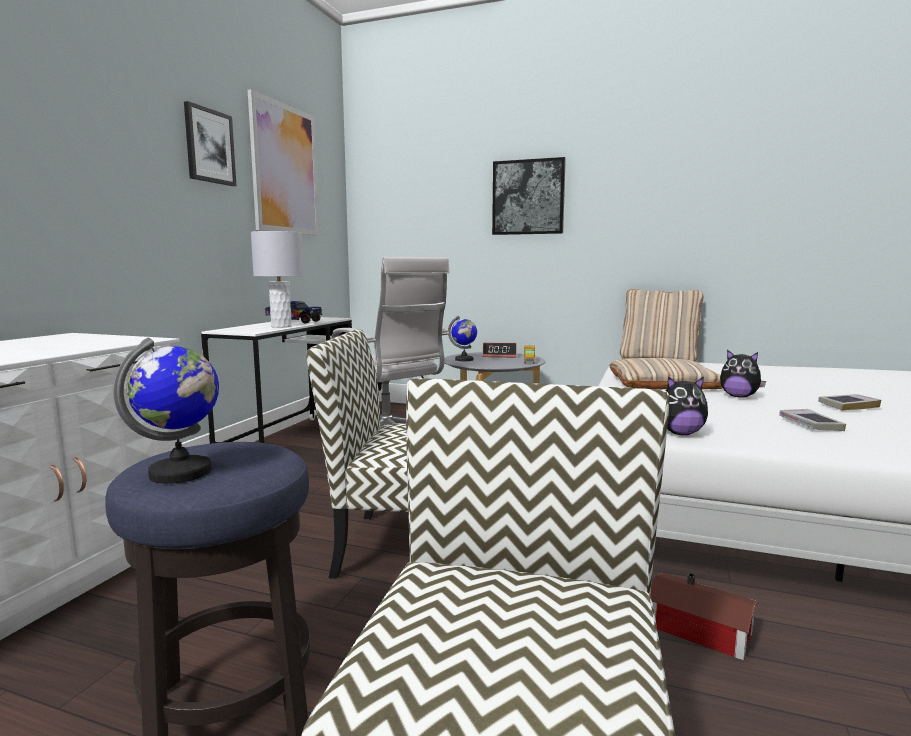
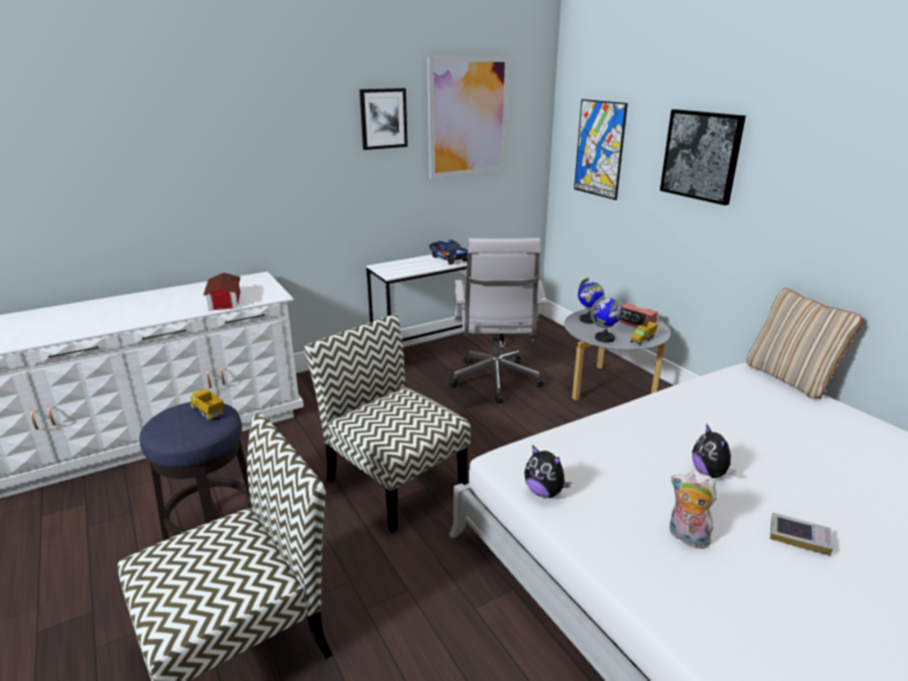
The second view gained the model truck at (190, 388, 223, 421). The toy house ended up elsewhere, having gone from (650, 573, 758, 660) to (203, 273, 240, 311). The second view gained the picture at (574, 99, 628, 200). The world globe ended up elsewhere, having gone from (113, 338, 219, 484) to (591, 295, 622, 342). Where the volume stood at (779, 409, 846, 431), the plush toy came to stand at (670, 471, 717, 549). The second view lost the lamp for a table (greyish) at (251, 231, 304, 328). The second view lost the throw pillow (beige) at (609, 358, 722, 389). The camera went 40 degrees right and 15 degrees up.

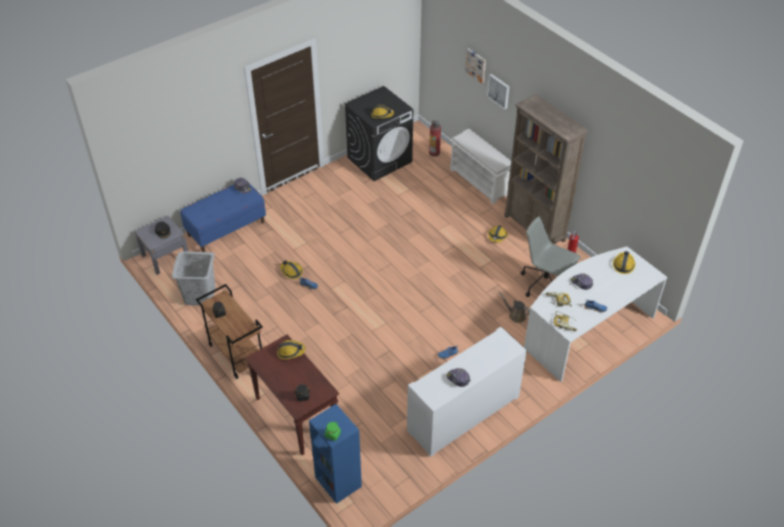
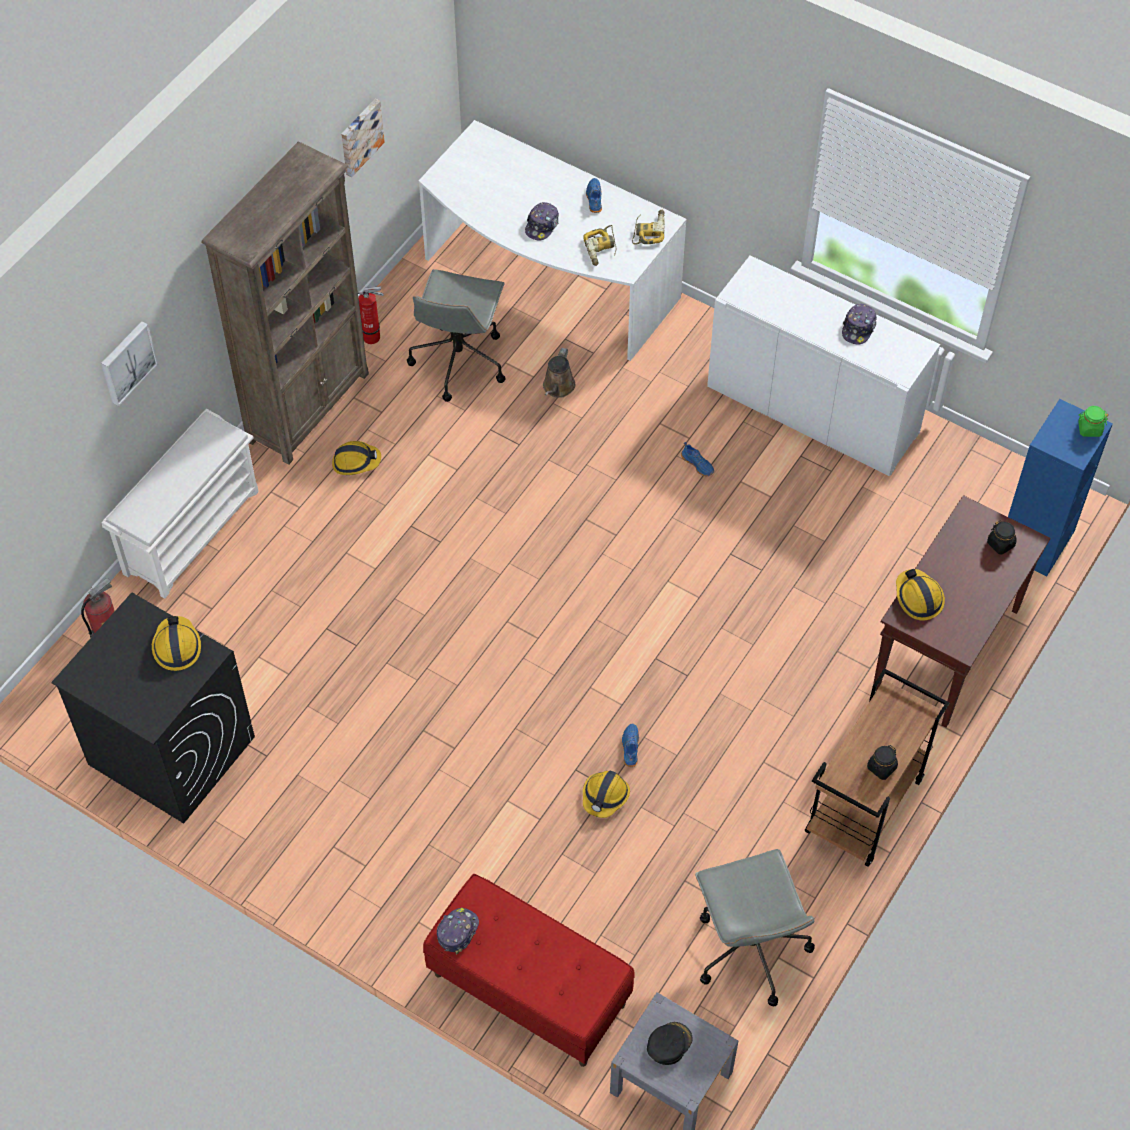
The picture ended up elsewhere, having gone from (465, 48, 486, 83) to (341, 99, 385, 177). What was the bench (bluish) at (180, 183, 266, 252) turned into the bench (red-coloured) at (423, 874, 635, 1067). Where the hamper (greyish) stood at (172, 251, 216, 305), the office chair (greyish) came to stand at (695, 849, 815, 1007). The second view lost the safety helmet at (613, 251, 635, 274). The camera went 110 degrees left and 10 degrees up.

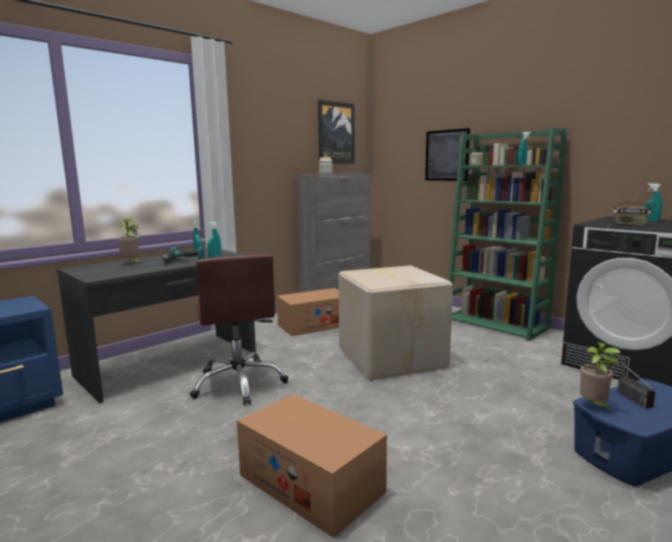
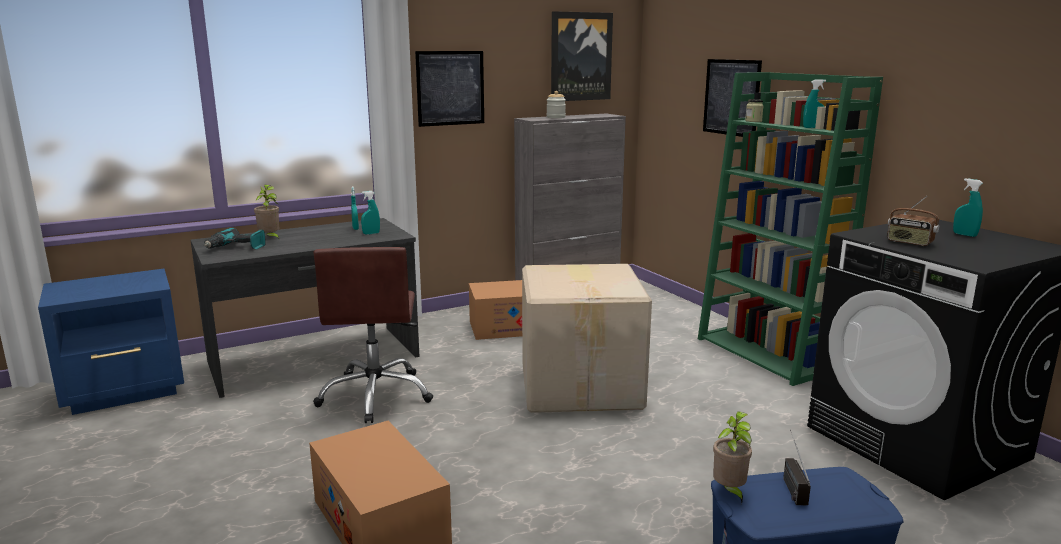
The electric drill ended up elsewhere, having gone from (162, 246, 205, 261) to (204, 228, 266, 249). The second view gained the picture at (415, 51, 484, 127). The camera went 15 degrees right and 5 degrees up.

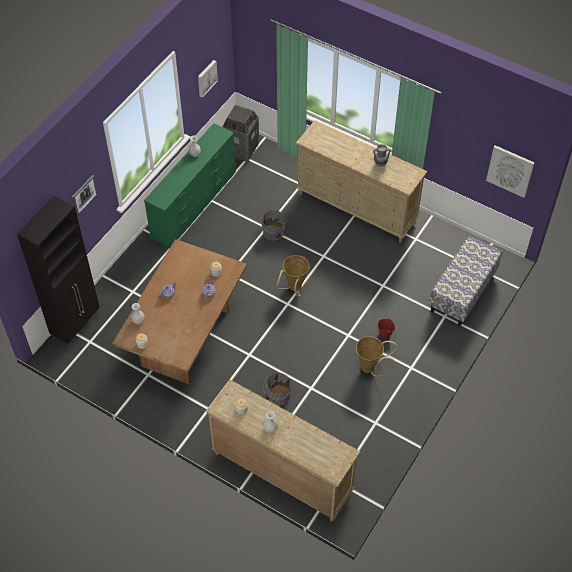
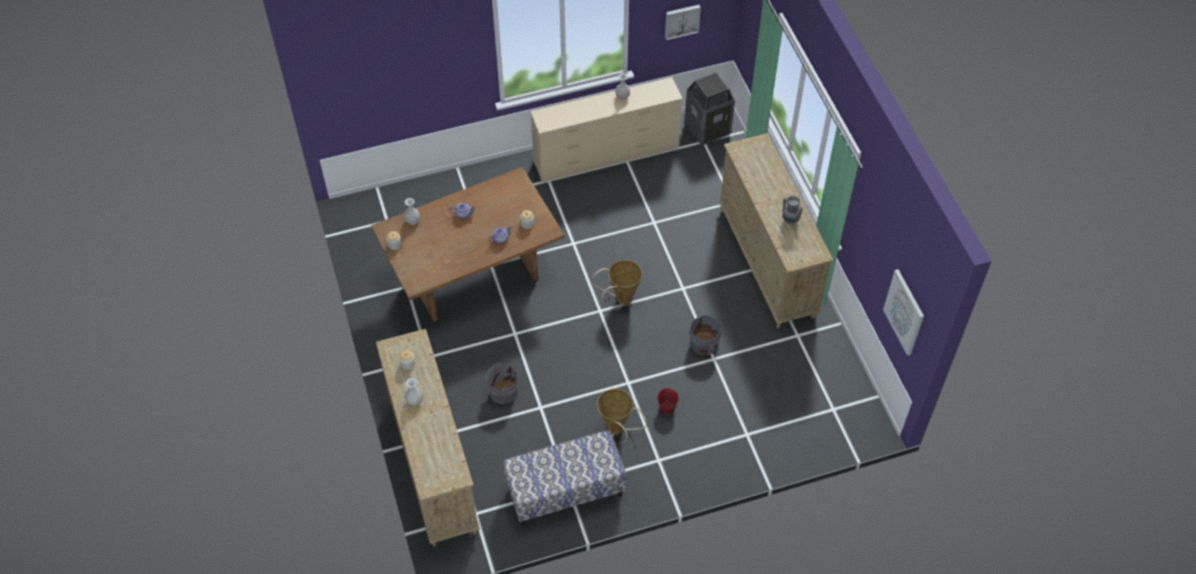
The bench ended up elsewhere, having gone from (429, 236, 502, 327) to (503, 430, 626, 526). What was the drawer chest (green-coloured) at (144, 123, 236, 248) turned into the drawer chest (beige) at (530, 77, 683, 182). The pail (greyish) ended up elsewhere, having gone from (262, 210, 286, 241) to (689, 315, 724, 356). The second view lost the storage cabinet (black) at (17, 196, 100, 348). The second view lost the picture at (72, 175, 98, 216). The camera went 40 degrees right and 0 degrees up.

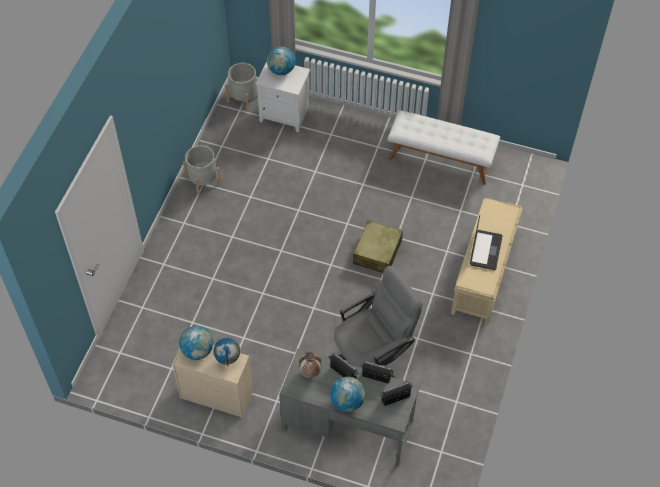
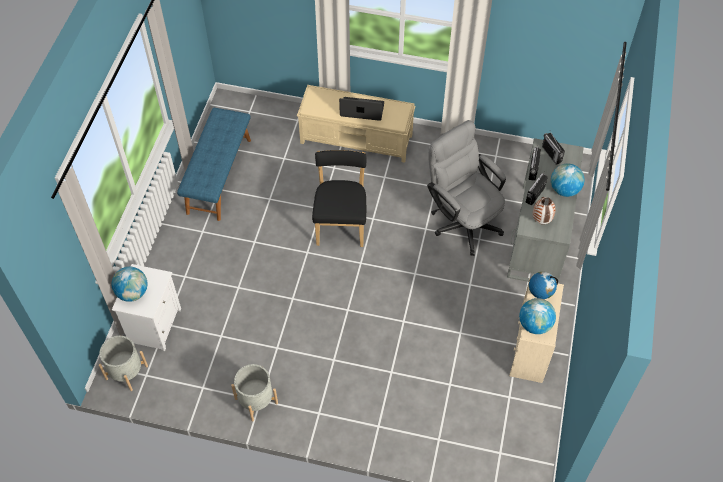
What was the bench (white-coloured) at (388, 110, 500, 185) turned into the bench (bluish) at (177, 108, 251, 221). Where the suitcase (beige) stood at (353, 220, 403, 273), the plain chair (black) came to stand at (312, 150, 367, 247). The camera went 95 degrees left and 0 degrees up.

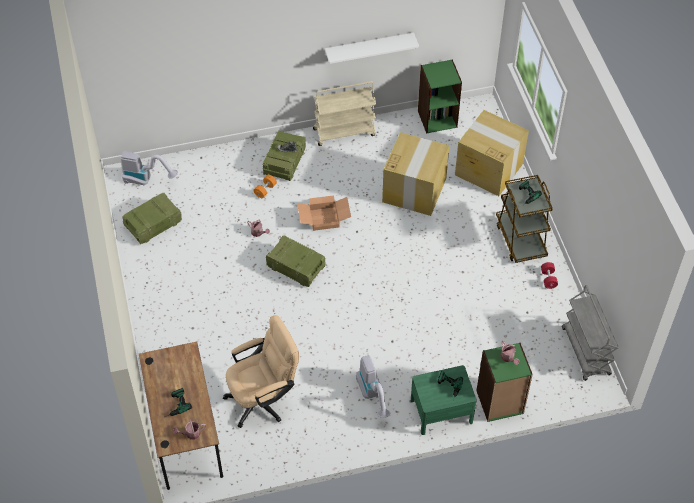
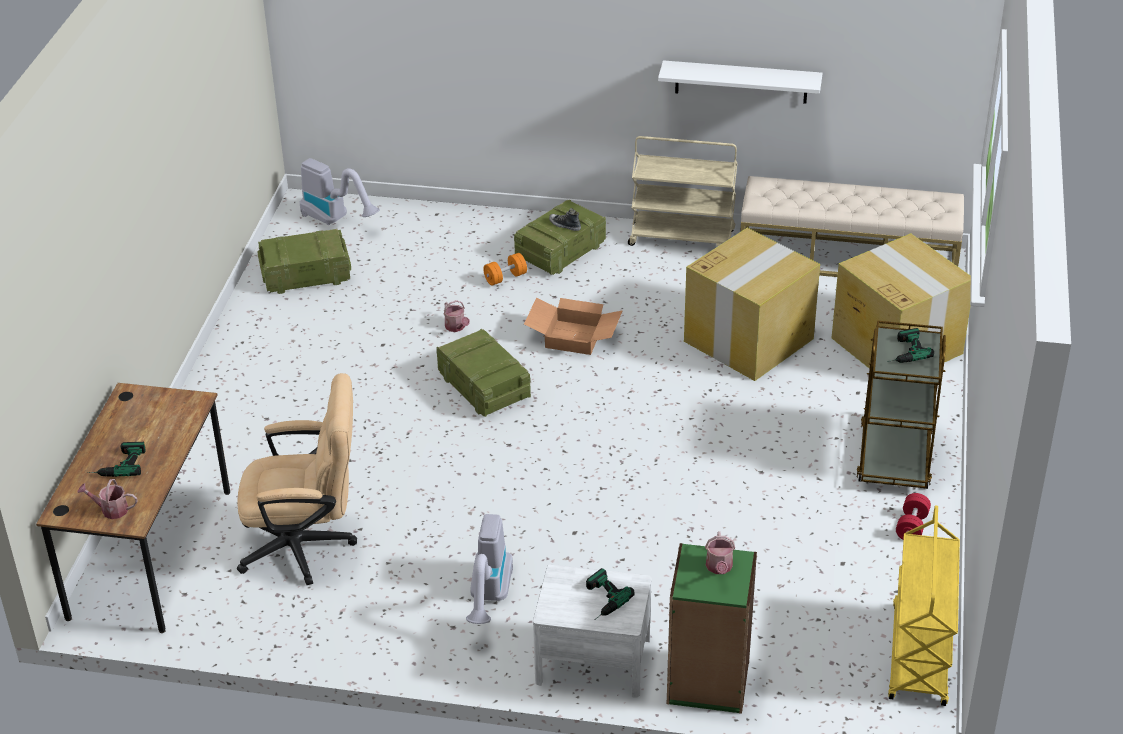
What was the bedside table (green-coloured) at (411, 365, 477, 435) turned into the bedside table (white-coloured) at (533, 564, 651, 698). Where the bookcase (green-coloured) stood at (418, 59, 462, 134), the bench (beige) came to stand at (740, 176, 964, 277). What was the wheeled cart (greyish) at (562, 285, 619, 381) turned into the wheeled cart (yellow-coloured) at (888, 505, 960, 706). The camera went 25 degrees right and 15 degrees down.

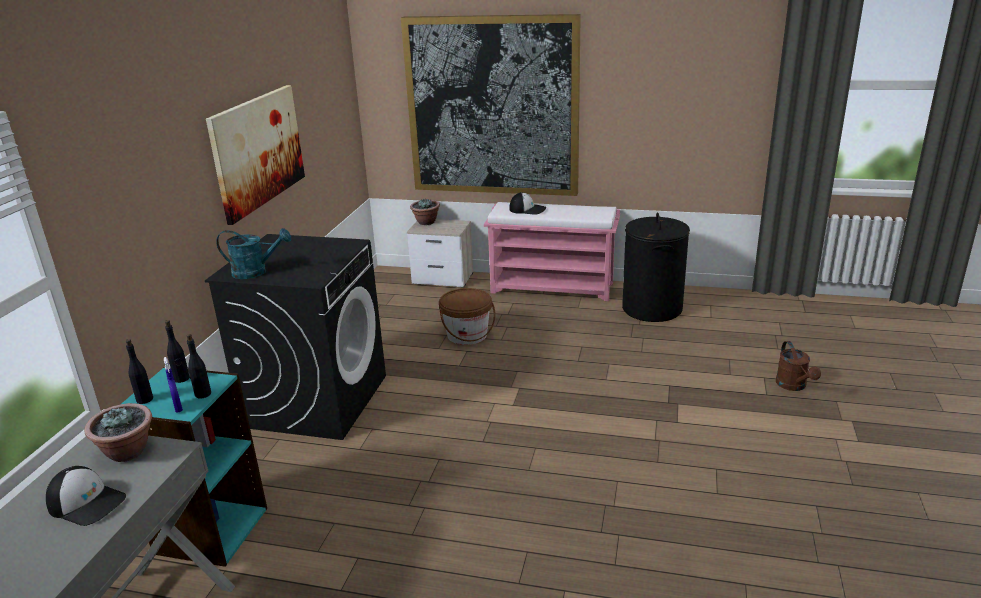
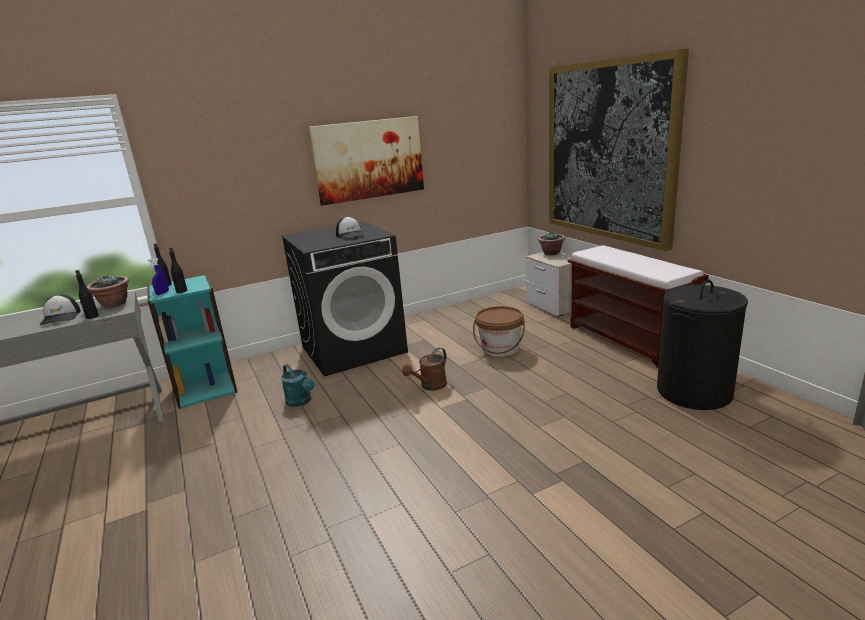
The beverage bottle (black) ended up elsewhere, having gone from (165, 320, 190, 383) to (75, 270, 99, 319). The watering can (turquoise-coloured) ended up elsewhere, having gone from (216, 228, 291, 279) to (281, 364, 314, 407). The cap ended up elsewhere, having gone from (509, 192, 546, 215) to (336, 217, 365, 239). The watering can (brownish) ended up elsewhere, having gone from (776, 341, 821, 391) to (402, 347, 447, 391). What was the bench (pinkish) at (484, 202, 620, 301) turned into the bench (brownish) at (568, 245, 709, 368). The camera went 50 degrees right and 5 degrees down.

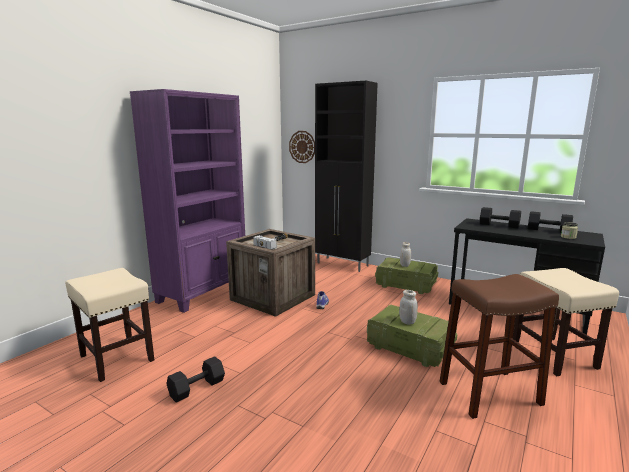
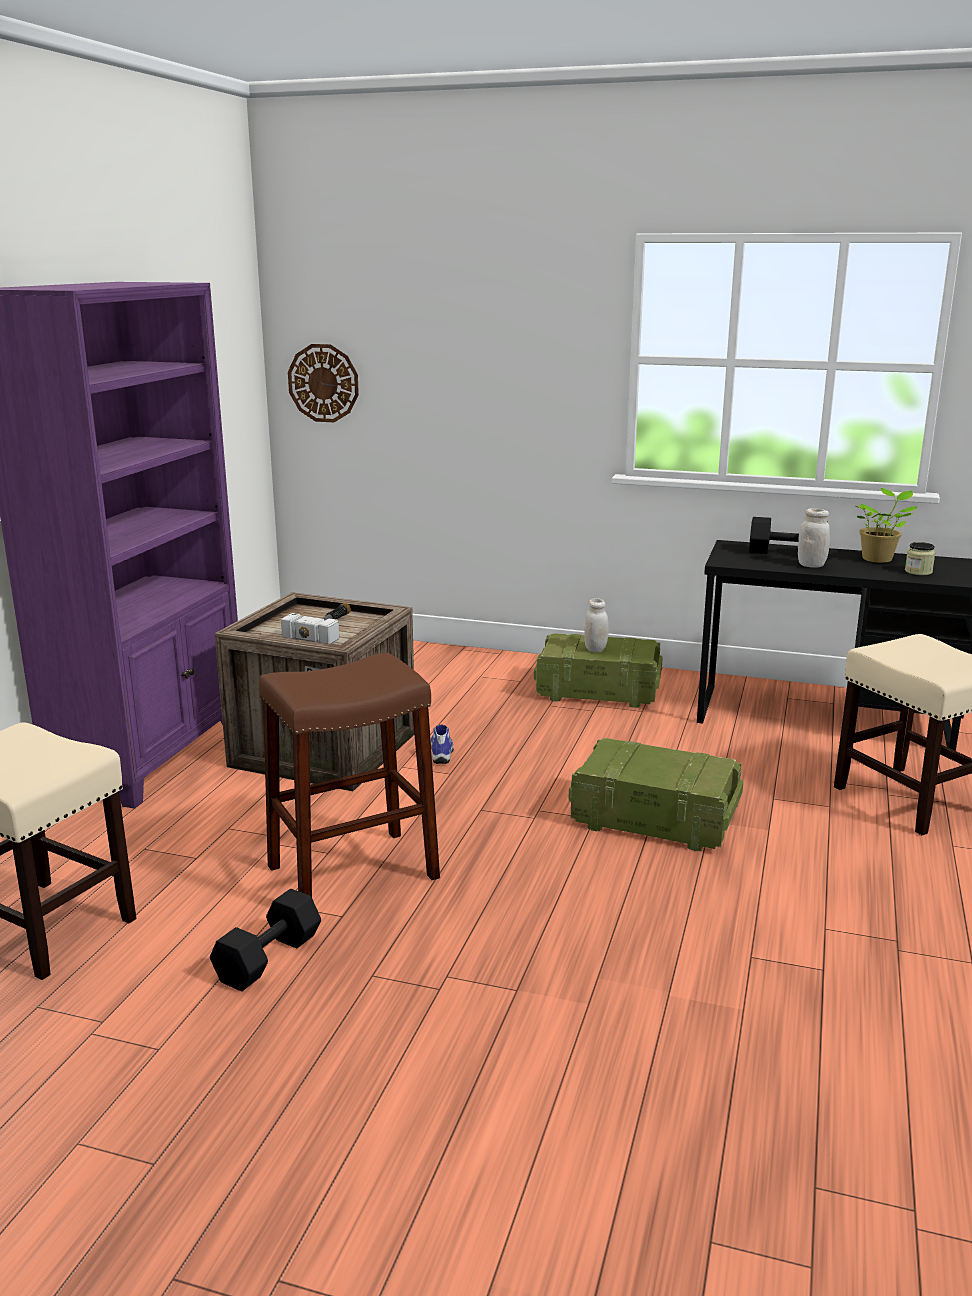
The sitting stool (brownish) ended up elsewhere, having gone from (440, 274, 559, 419) to (259, 652, 440, 897). The jar (white-coloured) ended up elsewhere, having gone from (399, 290, 418, 325) to (798, 508, 830, 568). Where the free weight (black) stood at (528, 211, 573, 233), the potted plant came to stand at (855, 488, 918, 563). The second view lost the storage cabinet (black) at (315, 81, 378, 272). The camera went 15 degrees left and 5 degrees up.

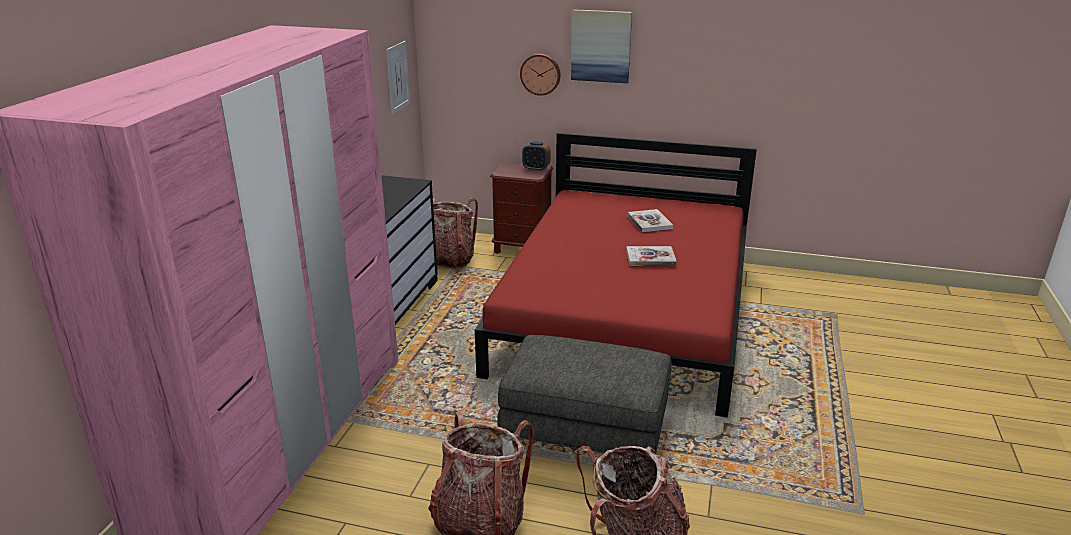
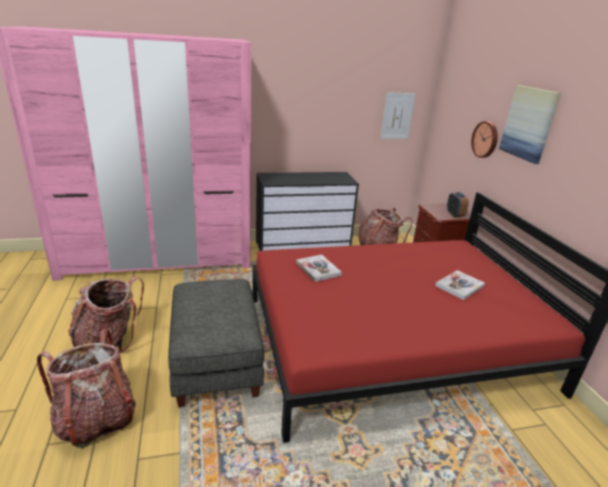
The volume ended up elsewhere, having gone from (626, 246, 677, 266) to (296, 255, 342, 282). The camera went 60 degrees right and 0 degrees up.

